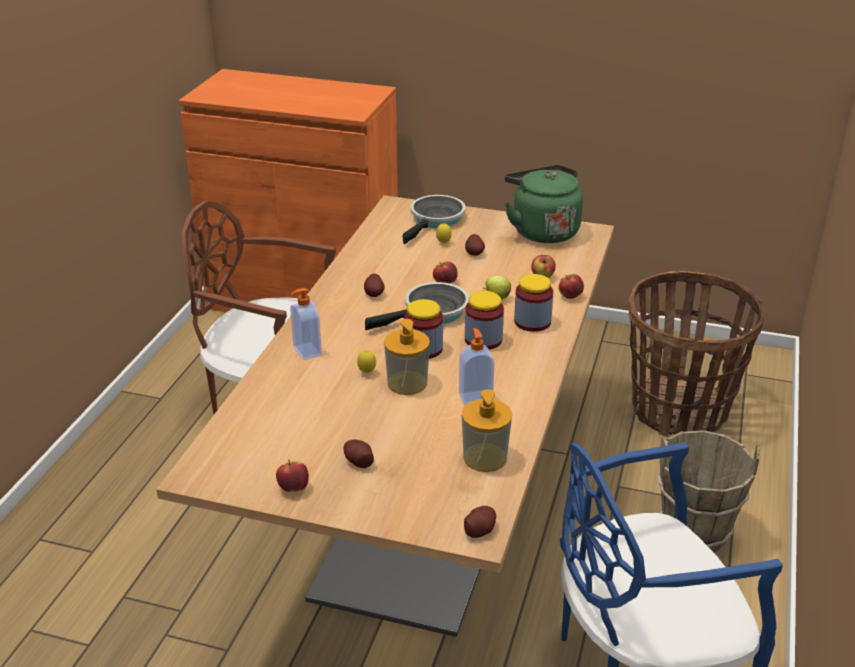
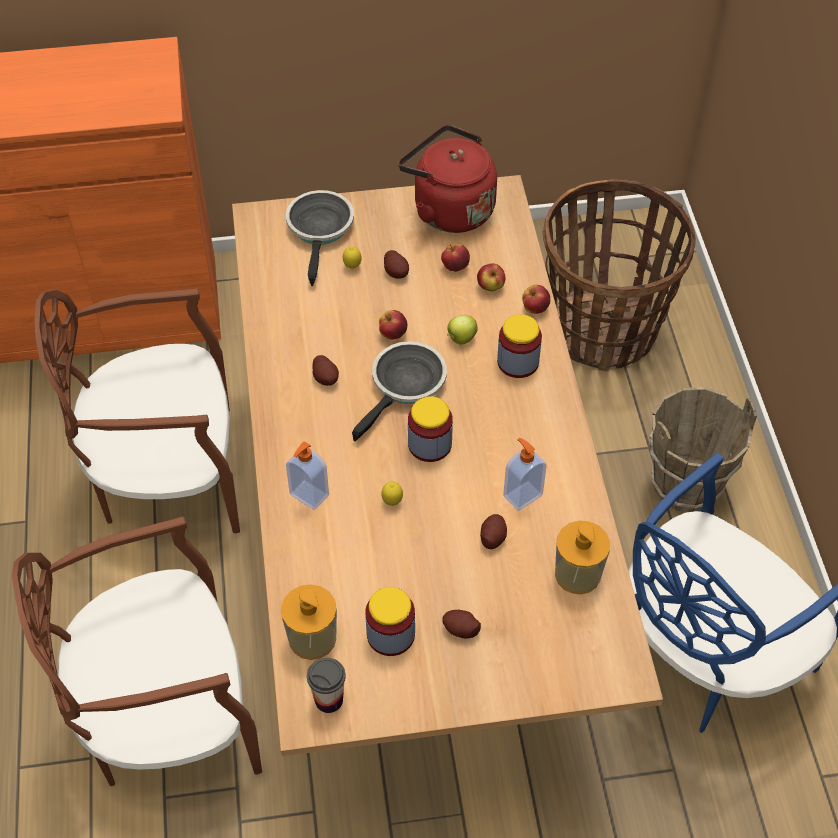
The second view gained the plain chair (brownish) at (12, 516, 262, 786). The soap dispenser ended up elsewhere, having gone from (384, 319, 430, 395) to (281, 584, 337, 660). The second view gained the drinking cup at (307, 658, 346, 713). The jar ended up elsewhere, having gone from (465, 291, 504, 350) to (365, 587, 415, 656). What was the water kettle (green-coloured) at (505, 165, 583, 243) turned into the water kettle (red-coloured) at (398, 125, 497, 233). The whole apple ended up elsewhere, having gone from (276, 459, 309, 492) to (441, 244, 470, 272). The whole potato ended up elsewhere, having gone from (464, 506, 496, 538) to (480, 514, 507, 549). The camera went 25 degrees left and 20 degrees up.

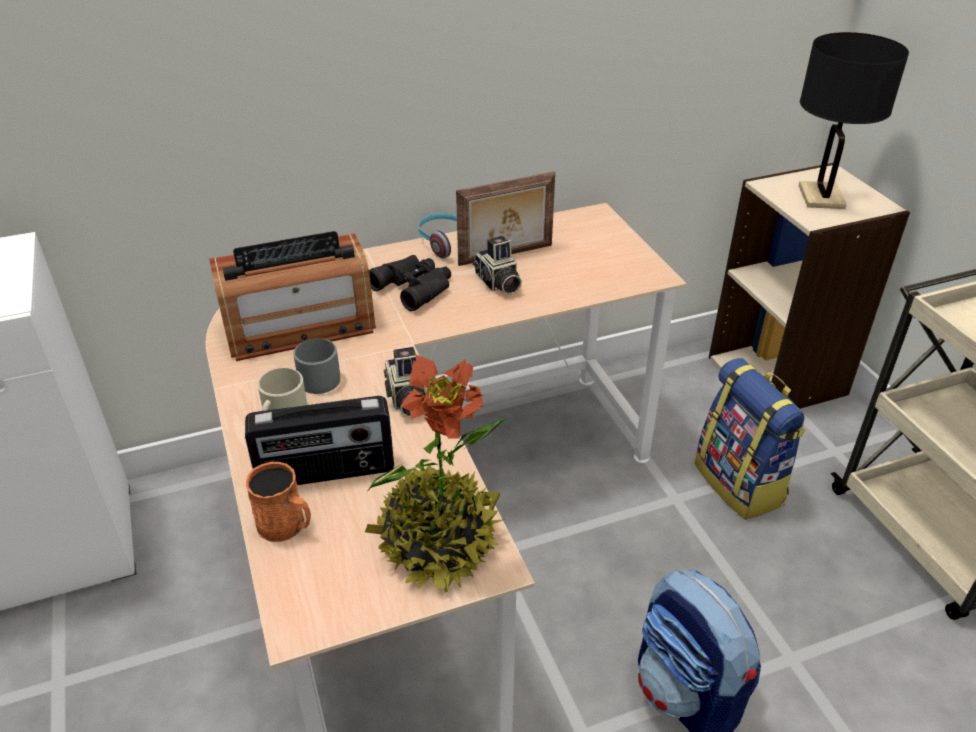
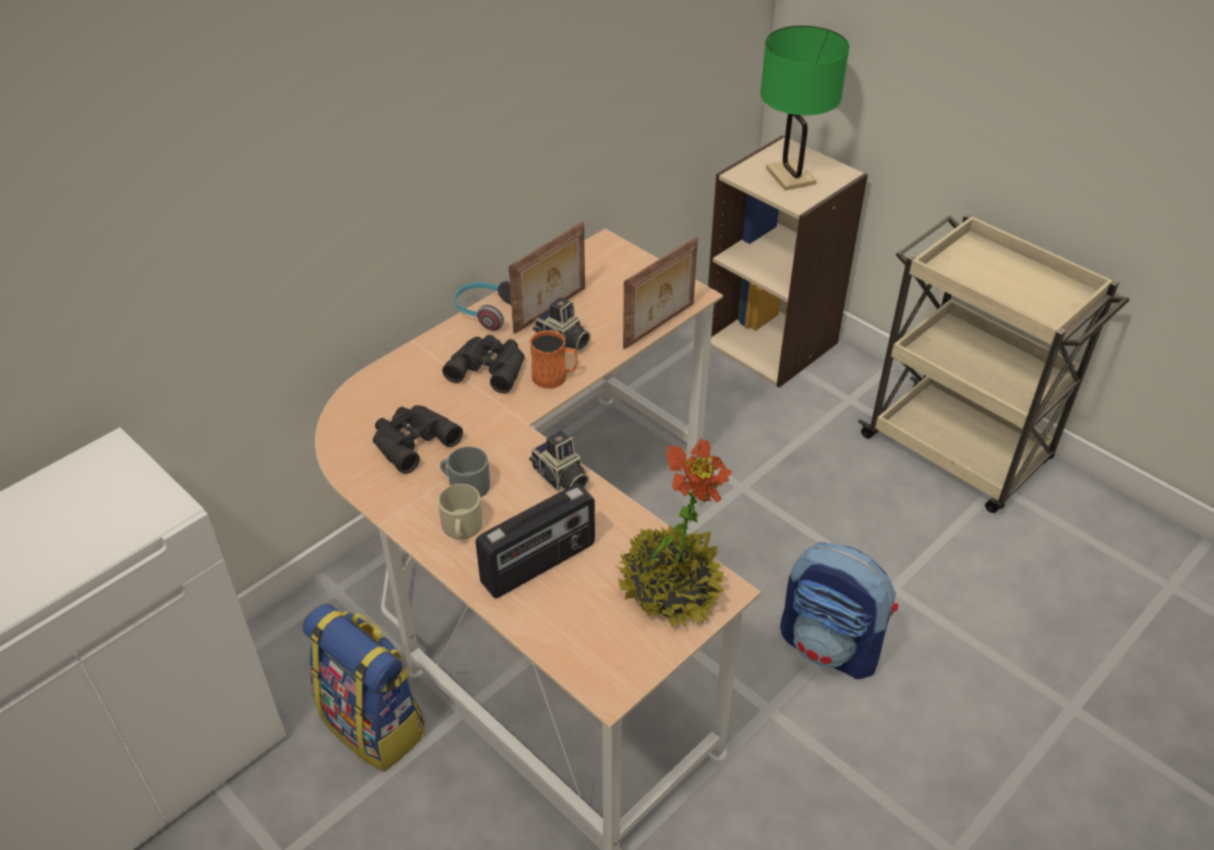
The rucksack ended up elsewhere, having gone from (695, 358, 806, 520) to (303, 604, 425, 772). Where the radio set stood at (209, 231, 376, 361), the field glasses (black) came to stand at (373, 405, 463, 474). The mug (orangey) ended up elsewhere, having gone from (246, 462, 311, 542) to (530, 330, 577, 389). The second view gained the picture frame at (623, 237, 698, 349). What was the lamp for a table (black) at (799, 32, 909, 209) turned into the lamp for a table (green-coloured) at (760, 26, 849, 191). The camera went 25 degrees left and 5 degrees up.

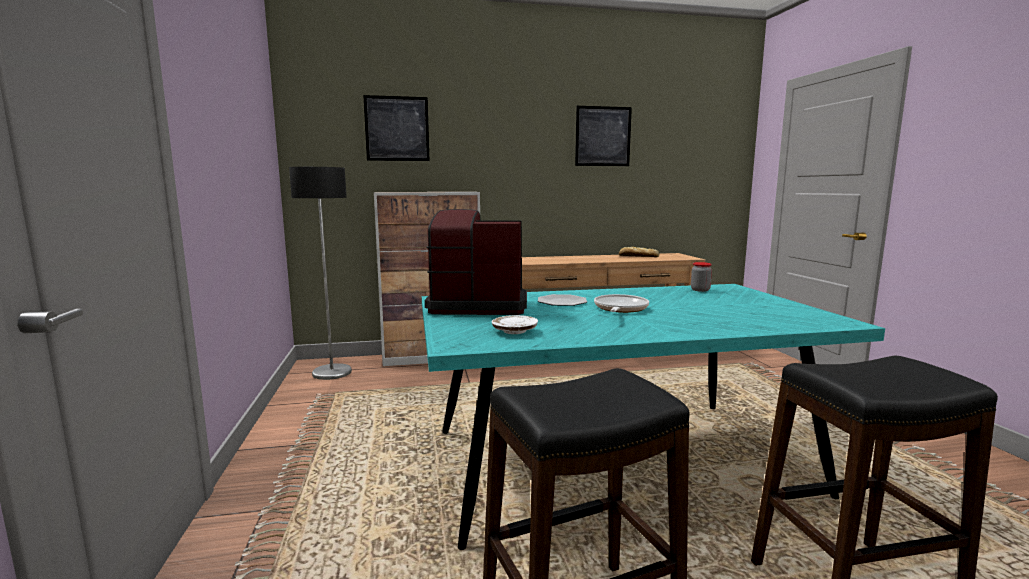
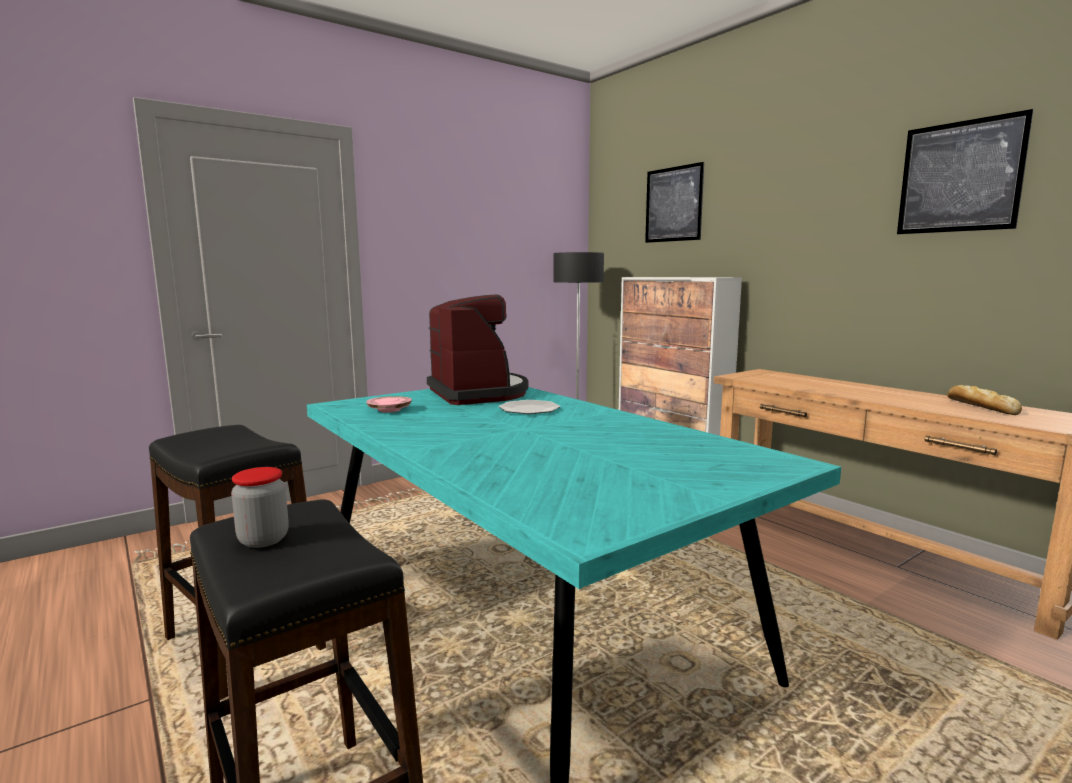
The jar ended up elsewhere, having gone from (691, 262, 712, 292) to (231, 467, 289, 548). What was the dinner plate (white-coloured) at (492, 315, 538, 334) turned into the dinner plate (pinkish) at (366, 396, 412, 413). The second view lost the pan at (594, 294, 649, 313). The camera went 65 degrees right and 0 degrees up.

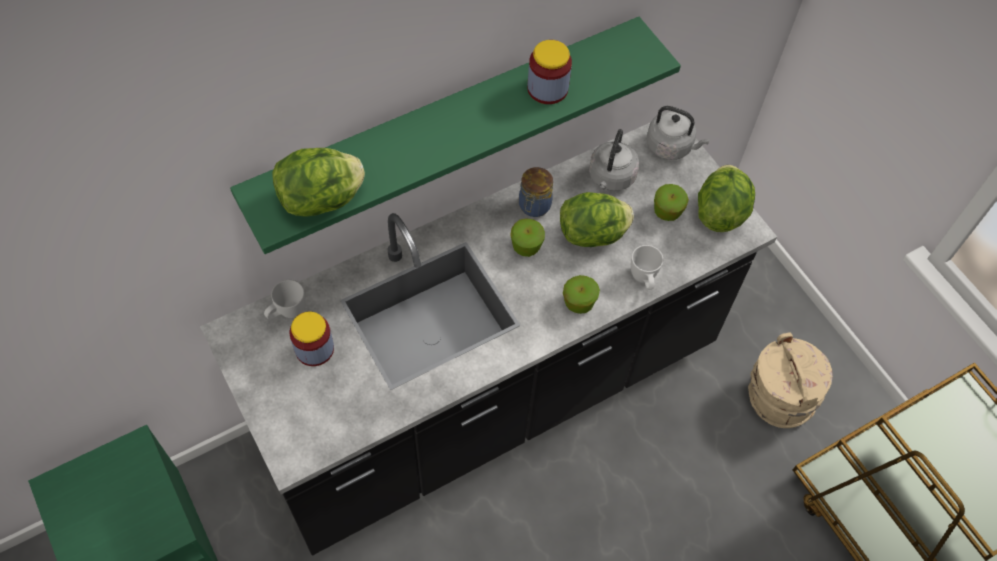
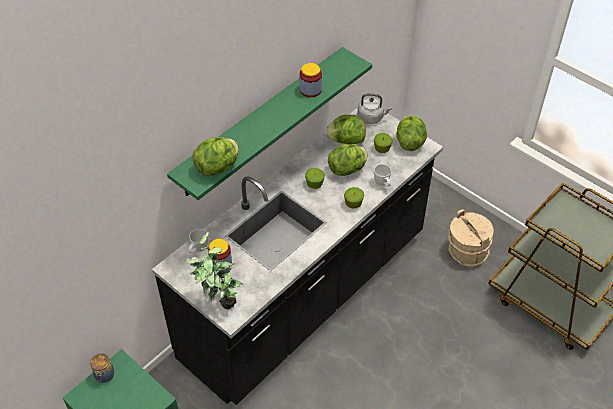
The jar ended up elsewhere, having gone from (519, 167, 553, 217) to (90, 353, 114, 383). The second view gained the potted plant at (186, 232, 243, 310). Where the water kettle (greyish) stood at (589, 129, 639, 191), the lettuce head came to stand at (326, 115, 366, 144). The camera went 15 degrees left and 10 degrees down.

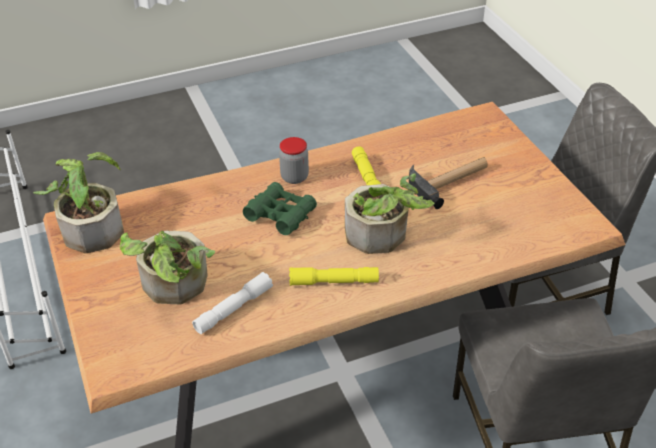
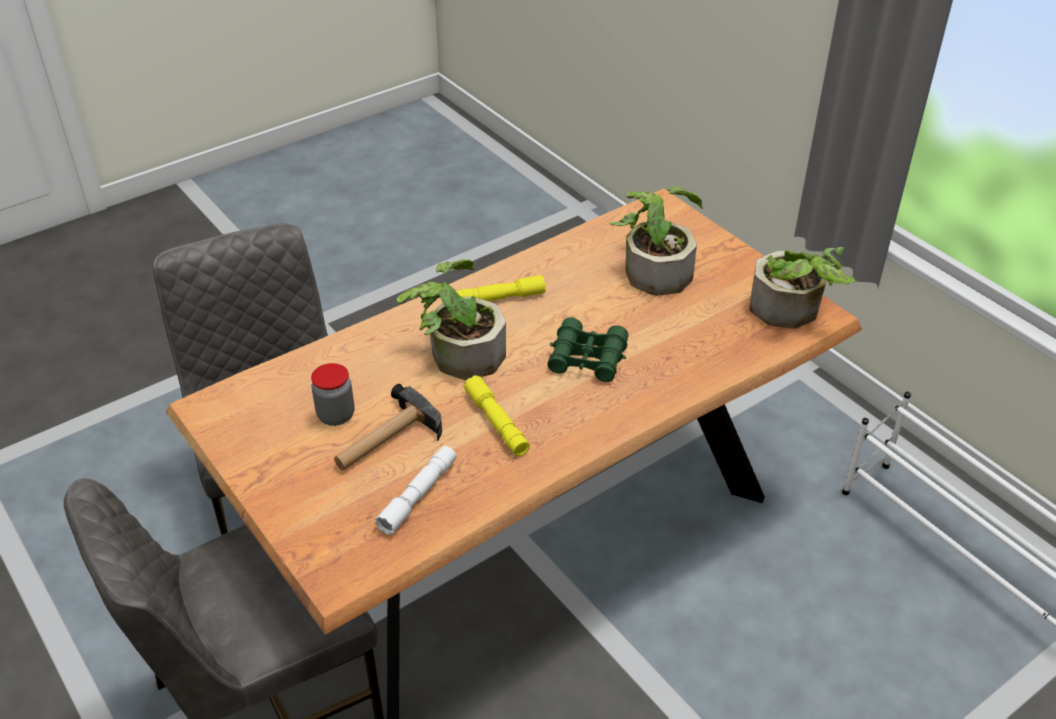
The jar ended up elsewhere, having gone from (279, 137, 309, 184) to (311, 363, 354, 426). The torch (white-coloured) ended up elsewhere, having gone from (192, 272, 273, 334) to (375, 446, 456, 535). The camera went 165 degrees right and 0 degrees up.

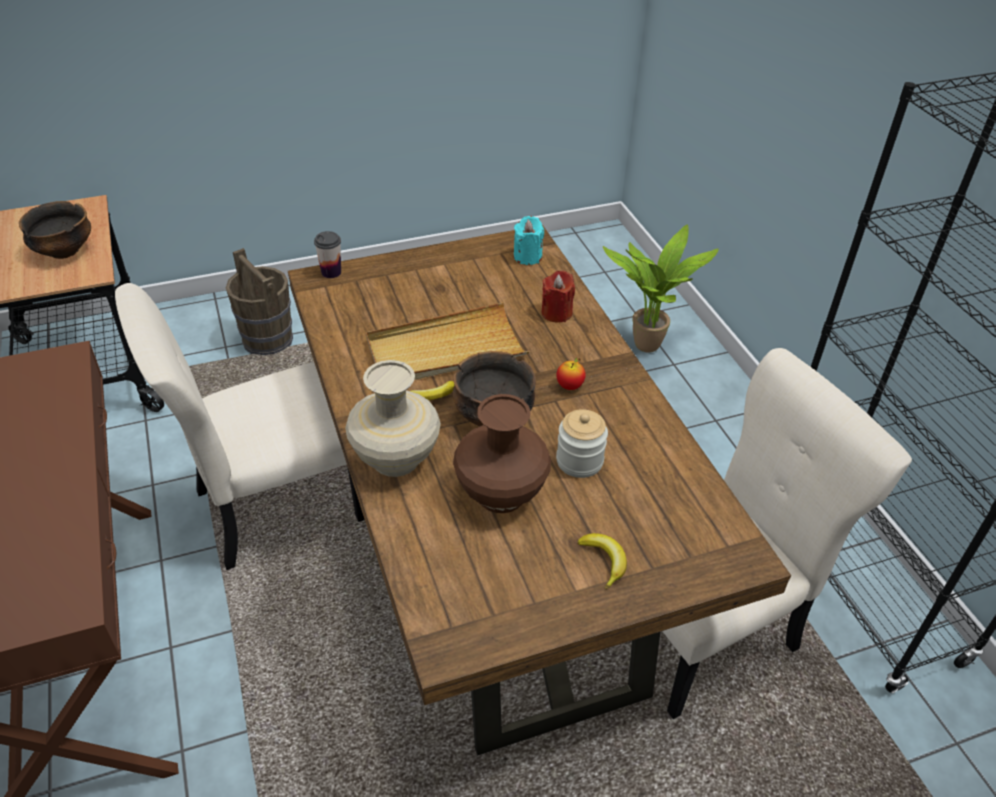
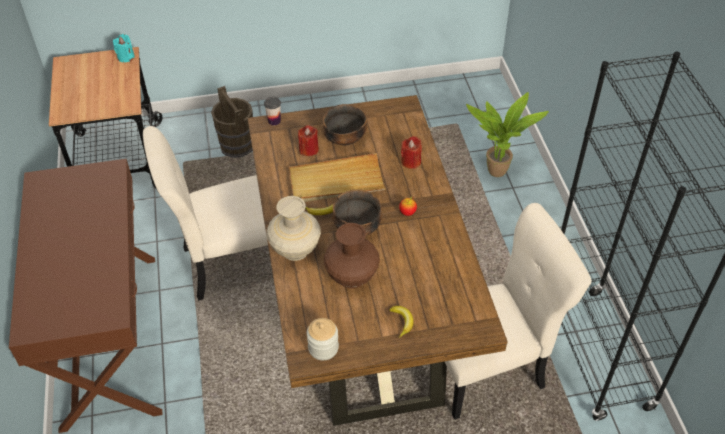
The candle (turquoise-coloured) ended up elsewhere, having gone from (514, 216, 544, 265) to (113, 34, 135, 62). The second view gained the candle (red-coloured) at (298, 125, 319, 156). The jar ended up elsewhere, having gone from (556, 409, 608, 478) to (307, 318, 339, 360). The deep dish ended up elsewhere, having gone from (19, 201, 91, 259) to (323, 104, 367, 146). The camera went 10 degrees right and 5 degrees up.

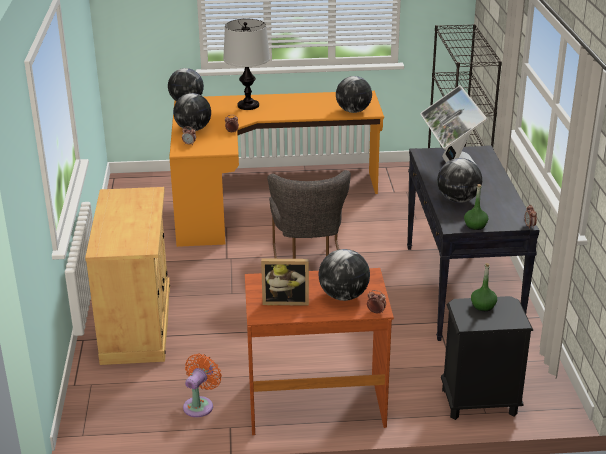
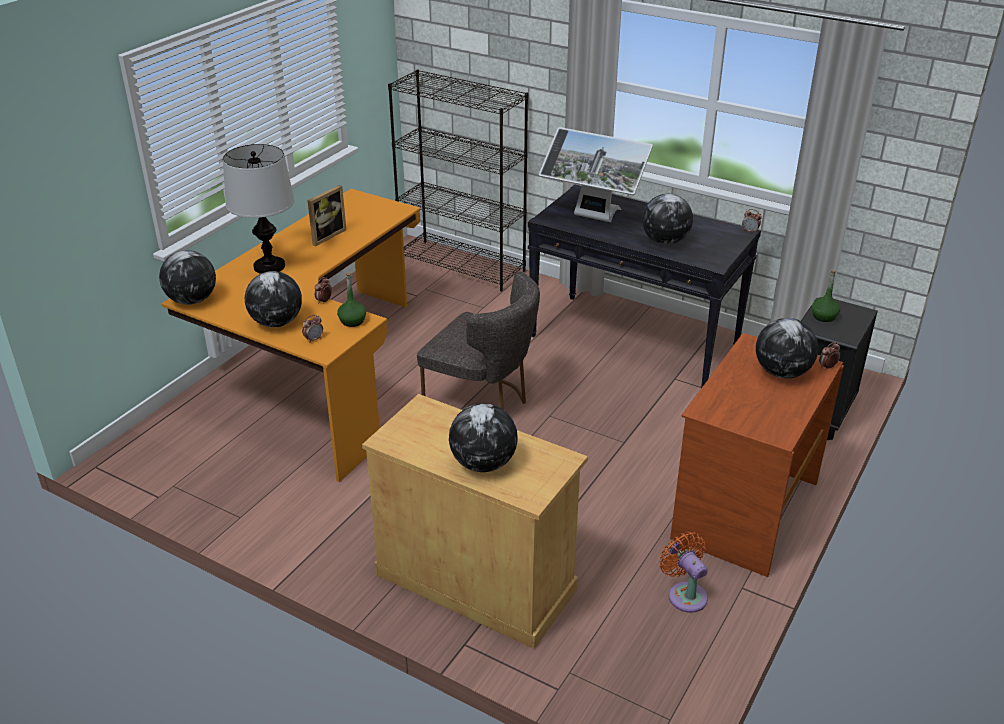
The picture frame ended up elsewhere, having gone from (261, 258, 309, 306) to (307, 185, 346, 246). The beverage bottle (green-coloured) ended up elsewhere, having gone from (464, 184, 488, 230) to (337, 272, 366, 327). The world globe ended up elsewhere, having gone from (336, 76, 372, 113) to (449, 403, 518, 472). The camera went 55 degrees left and 5 degrees up.

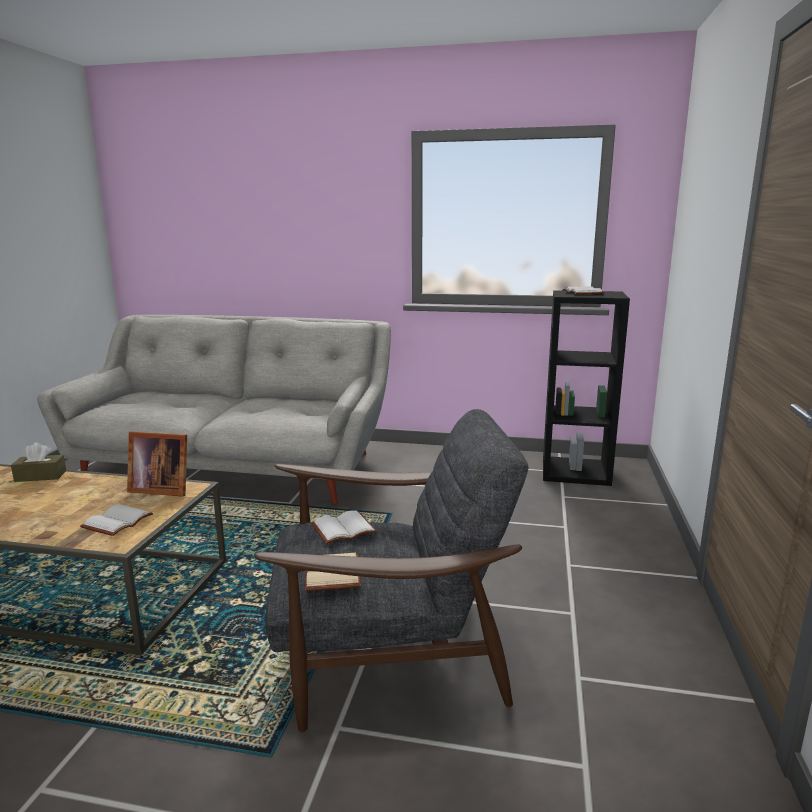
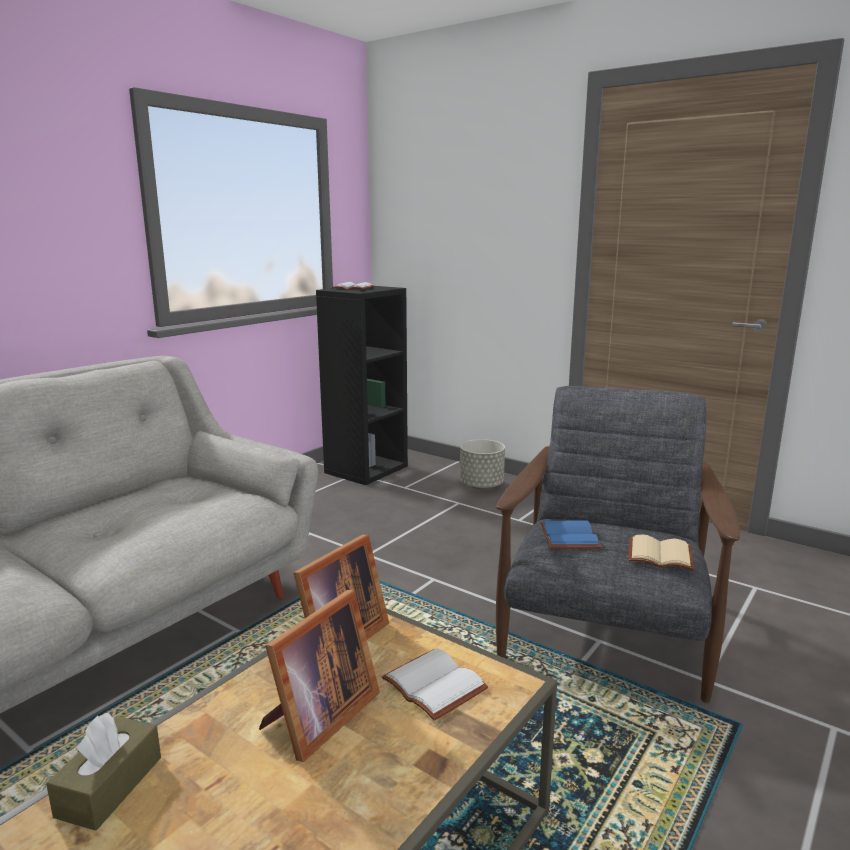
The second view gained the picture frame at (259, 590, 380, 762). The second view gained the flower pot (greyish) at (460, 439, 505, 489). What was the volume (white-coloured) at (311, 511, 377, 544) turned into the volume (bluish) at (540, 521, 601, 549). The camera went 65 degrees left and 0 degrees up.

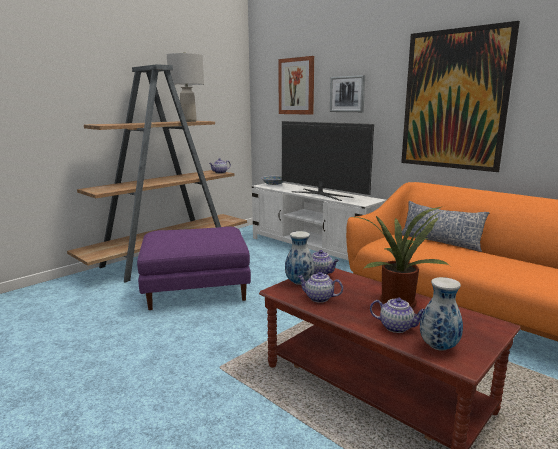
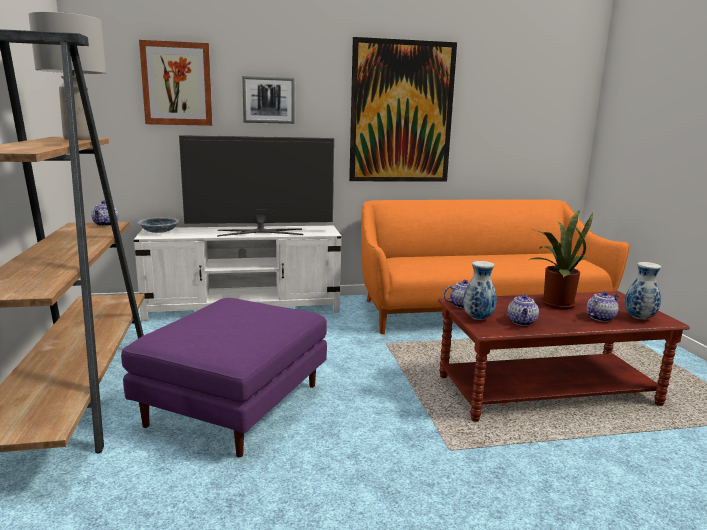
The tea pot at (298, 272, 343, 303) ended up facing another way, 45 degrees counterclockwise from before. The second view lost the throw pillow at (402, 201, 490, 252). The camera went 55 degrees left and 0 degrees up.

